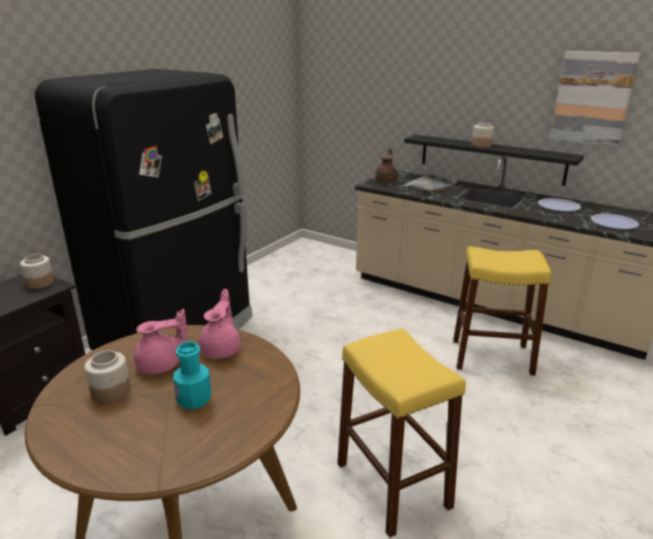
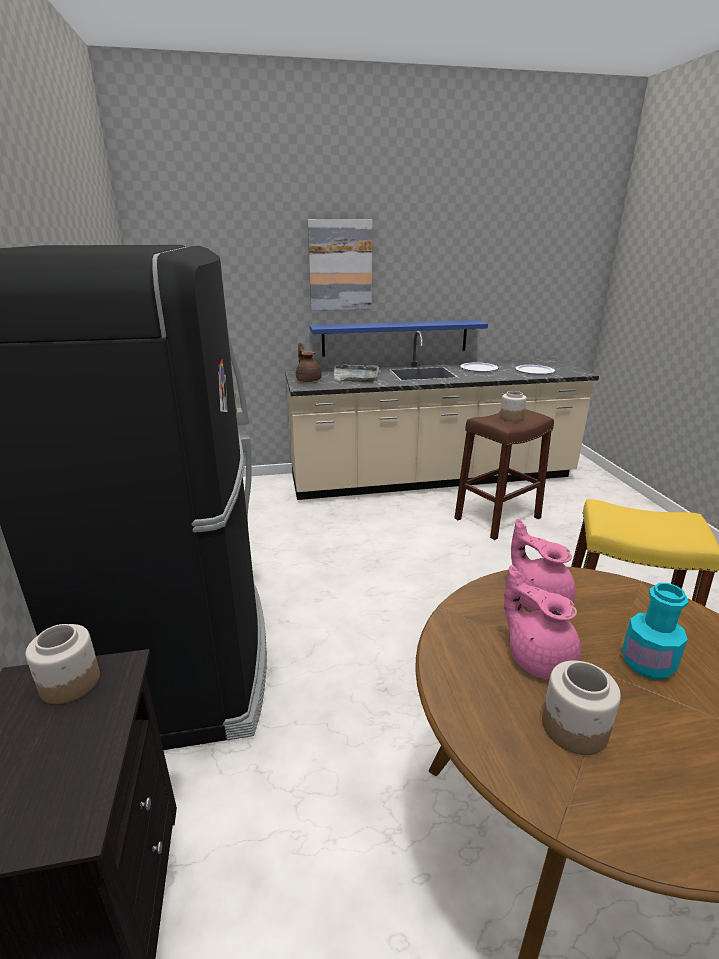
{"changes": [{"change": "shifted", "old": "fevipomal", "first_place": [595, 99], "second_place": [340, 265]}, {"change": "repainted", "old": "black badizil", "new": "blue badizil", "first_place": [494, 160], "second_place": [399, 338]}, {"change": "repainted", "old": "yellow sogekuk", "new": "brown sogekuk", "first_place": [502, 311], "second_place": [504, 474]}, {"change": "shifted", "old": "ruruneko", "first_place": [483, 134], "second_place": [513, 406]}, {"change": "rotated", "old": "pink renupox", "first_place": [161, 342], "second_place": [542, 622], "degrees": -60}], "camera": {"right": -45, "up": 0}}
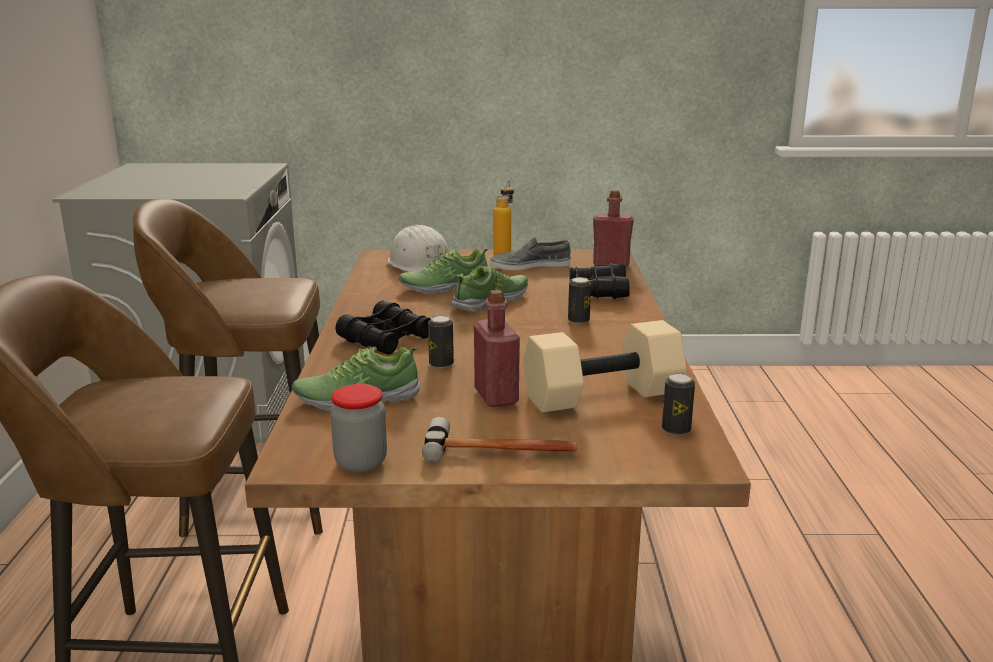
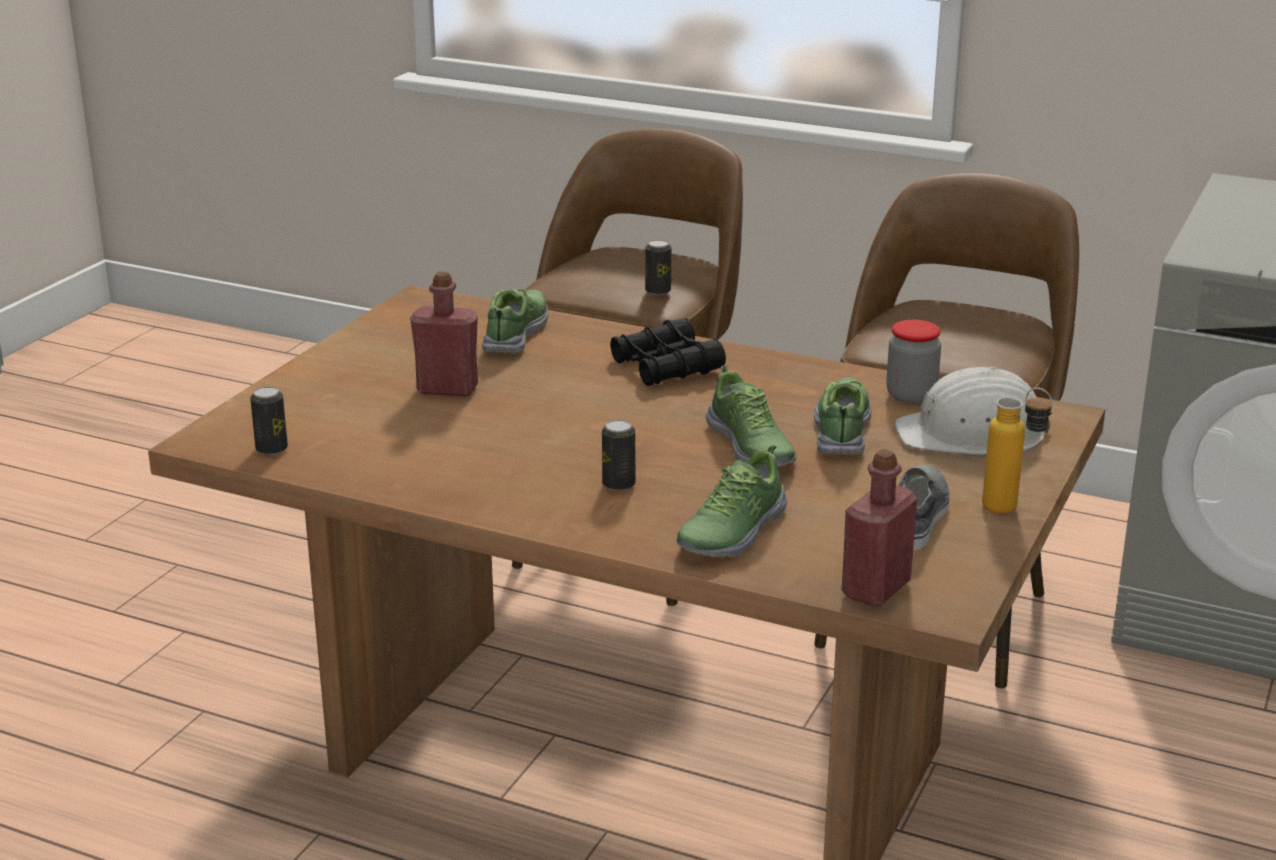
{"changes": [{"change": "shifted", "old": "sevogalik", "first_place": [441, 341], "second_place": [658, 267]}, {"change": "swapped", "old": "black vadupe", "new": "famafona", "first_place": [599, 281], "second_place": [731, 501]}, {"change": "shifted", "old": "ruruneko", "first_place": [358, 428], "second_place": [913, 362]}, {"change": "gone", "old": "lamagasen", "first_place": [499, 439]}, {"change": "gone", "old": "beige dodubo", "first_place": [605, 366]}], "camera": {"right": 115, "up": 5}}
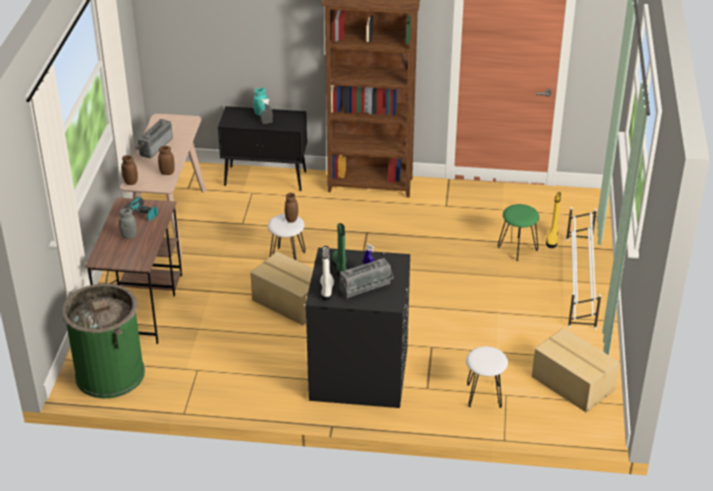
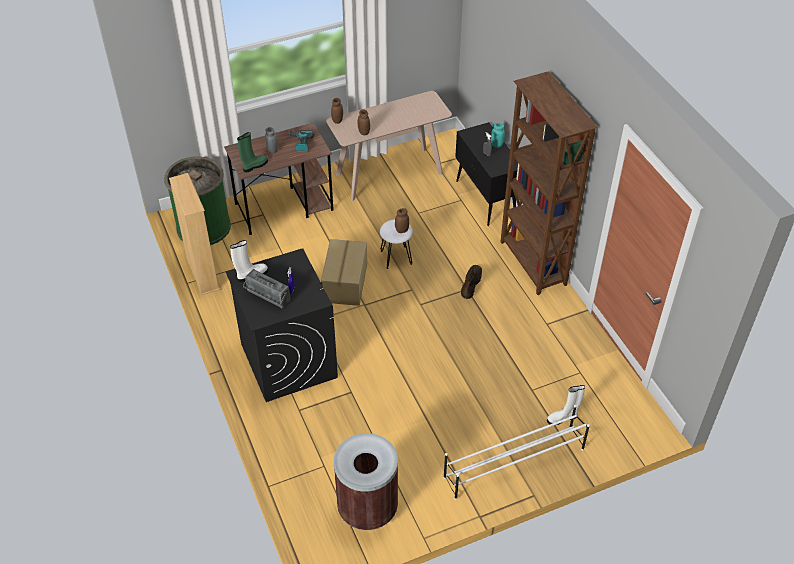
{"changes": [{"change": "new", "new": "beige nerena", "second_place": [194, 234]}, {"change": "shifted", "old": "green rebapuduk", "first_place": [339, 250], "second_place": [252, 152]}, {"change": "swapped", "old": "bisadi", "new": "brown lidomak", "first_place": [575, 370], "second_place": [366, 481]}, {"change": "new", "new": "brown rebapuduk", "second_place": [471, 282]}, {"change": "repainted", "old": "yellow rebapuduk", "new": "white rebapuduk", "first_place": [553, 220], "second_place": [566, 405]}, {"change": "gone", "old": "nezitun", "first_place": [154, 138]}, {"change": "gone", "old": "white sogekuk", "first_place": [487, 377]}, {"change": "gone", "old": "green sogekuk", "first_place": [518, 232]}], "camera": {"right": 60, "up": 10}}
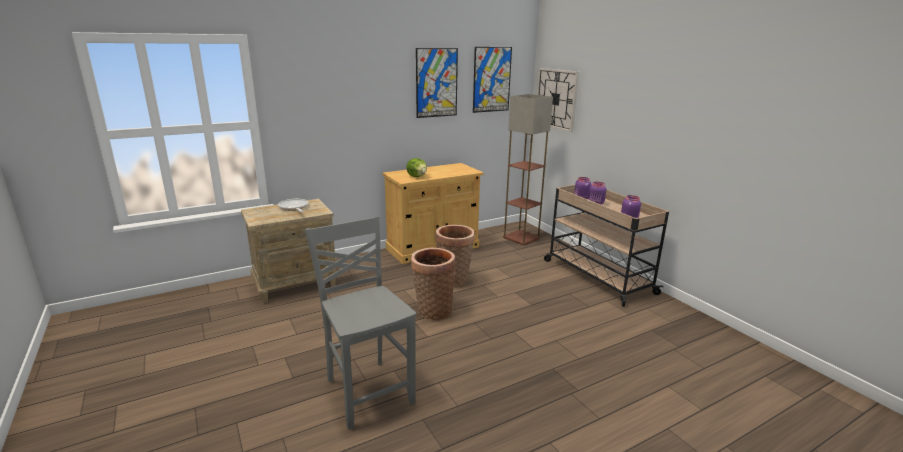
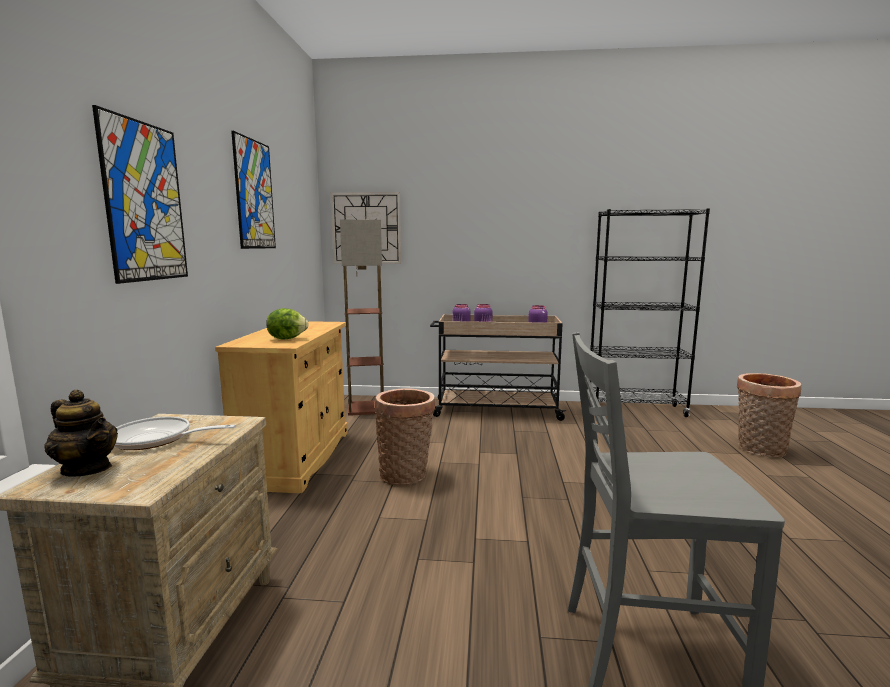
{"changes": [{"change": "new", "new": "renupox", "second_place": [81, 433]}, {"change": "shifted", "old": "fevipomal", "first_place": [492, 80], "second_place": [140, 194]}, {"change": "new", "new": "black nerena", "second_place": [650, 312]}, {"change": "shifted", "old": "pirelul", "first_place": [433, 284], "second_place": [769, 415]}], "camera": {"right": -55, "up": -10}}
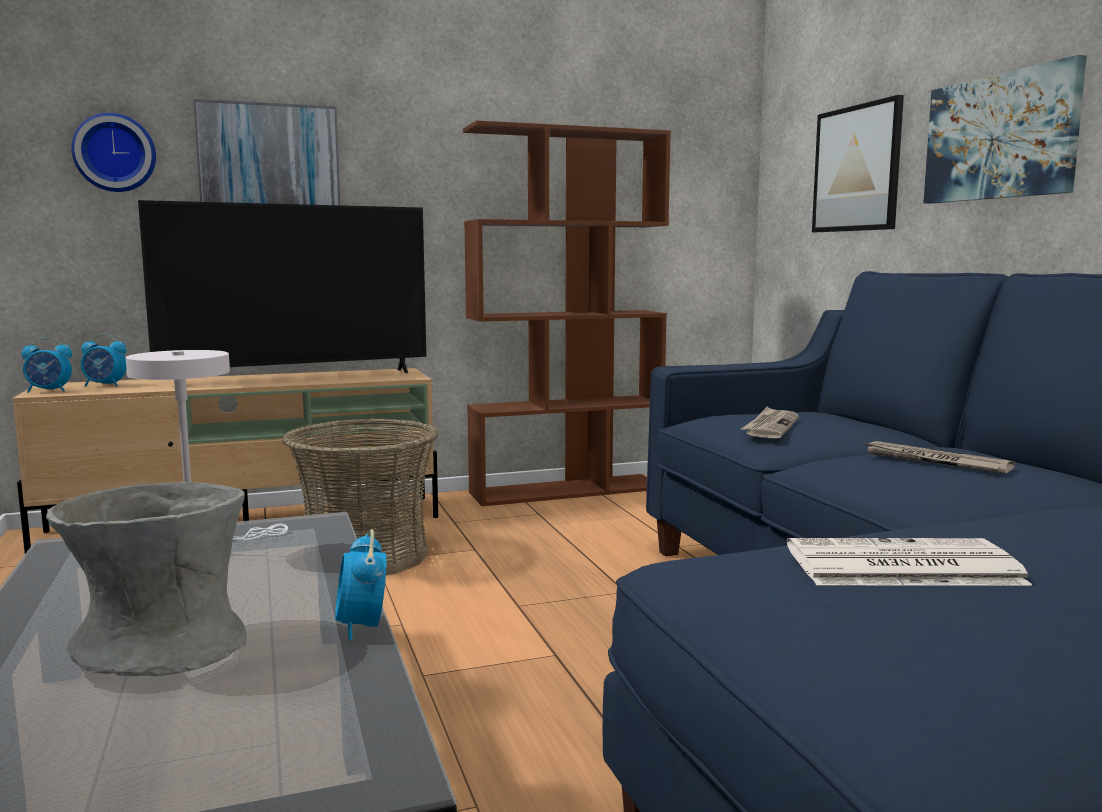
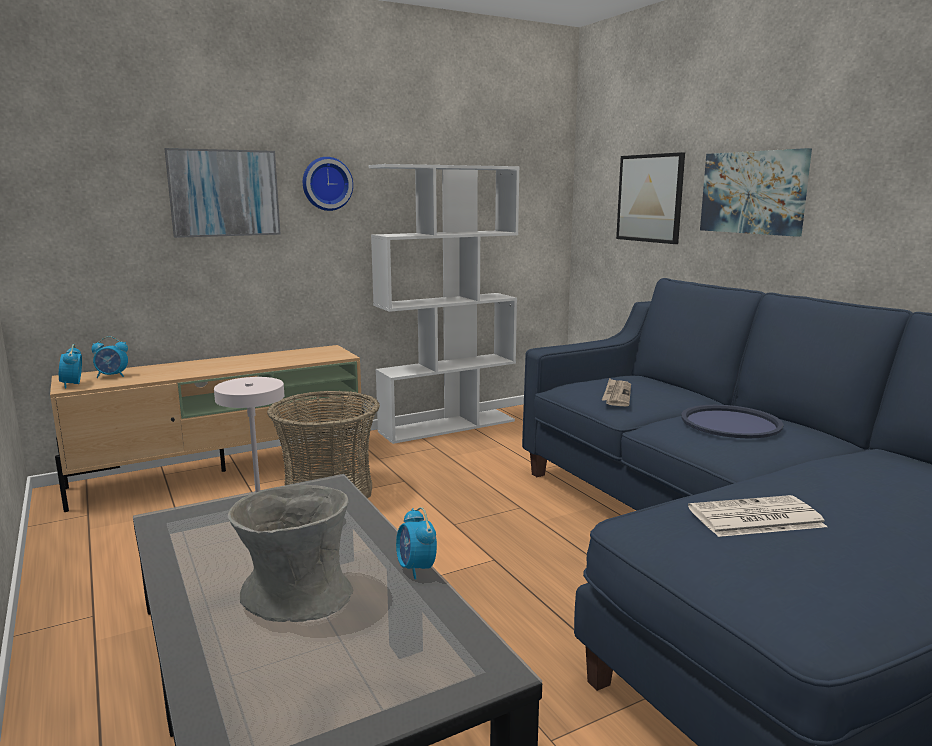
{"changes": [{"change": "rotated", "old": "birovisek", "first_place": [47, 365], "second_place": [70, 366], "degrees": 90}, {"change": "shifted", "old": "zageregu", "first_place": [114, 152], "second_place": [328, 184]}, {"change": "repainted", "old": "brown nerena", "new": "white nerena", "first_place": [567, 313], "second_place": [444, 304]}, {"change": "swapped", "old": "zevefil", "new": "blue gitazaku", "first_place": [938, 457], "second_place": [732, 422]}, {"change": "gone", "old": "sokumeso", "first_place": [282, 286]}], "camera": {"right": -10, "up": 5}}
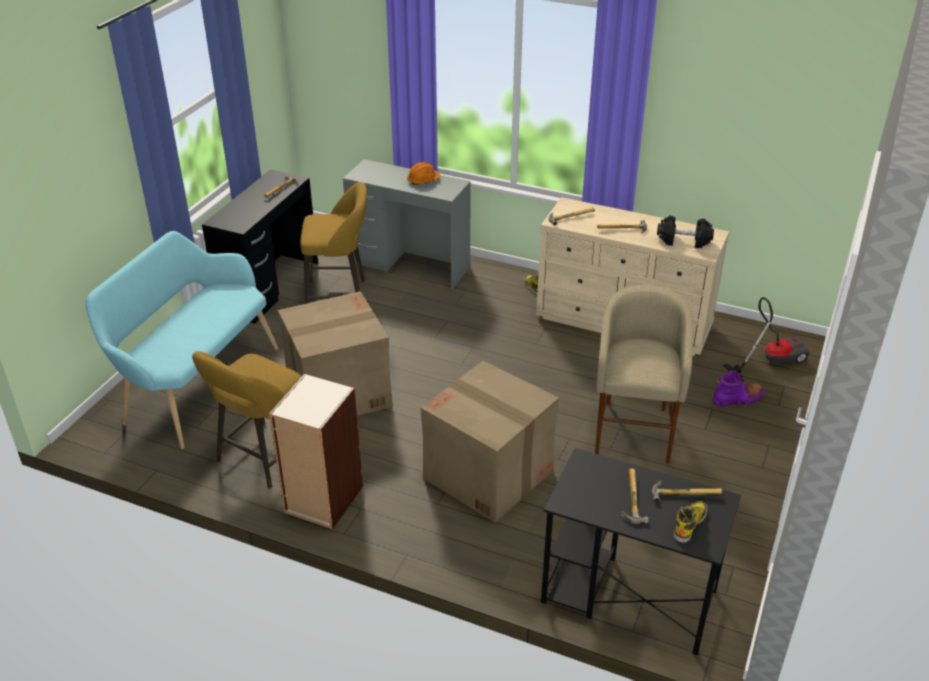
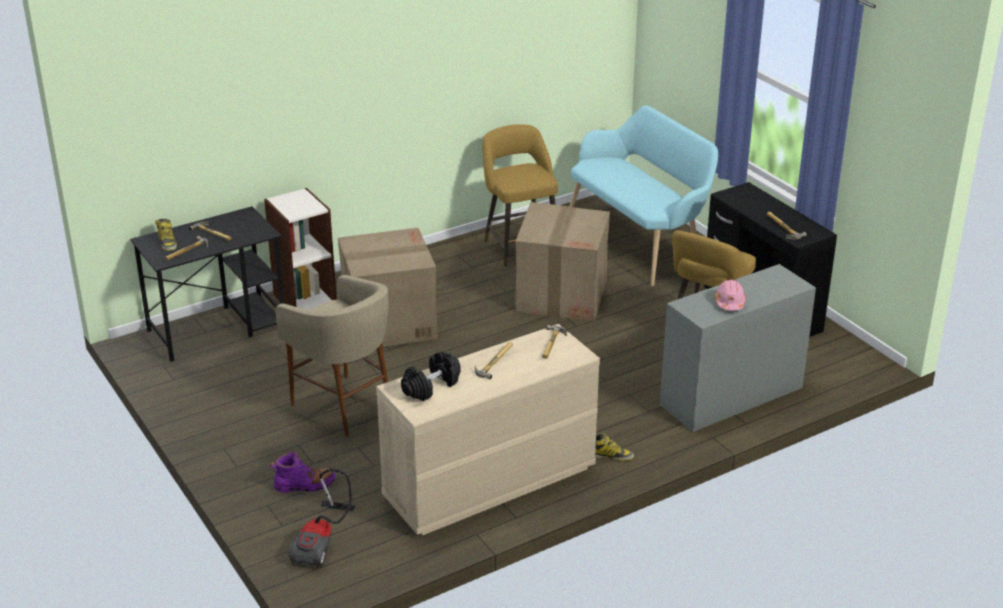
{"changes": [{"change": "shifted", "old": "nerena", "first_place": [316, 452], "second_place": [300, 249]}, {"change": "rotated", "old": "purple rebapuduk", "first_place": [738, 388], "second_place": [303, 472], "degrees": -120}, {"change": "repainted", "old": "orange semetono", "new": "pink semetono", "first_place": [423, 173], "second_place": [730, 295]}], "camera": {"right": 125, "up": -5}}
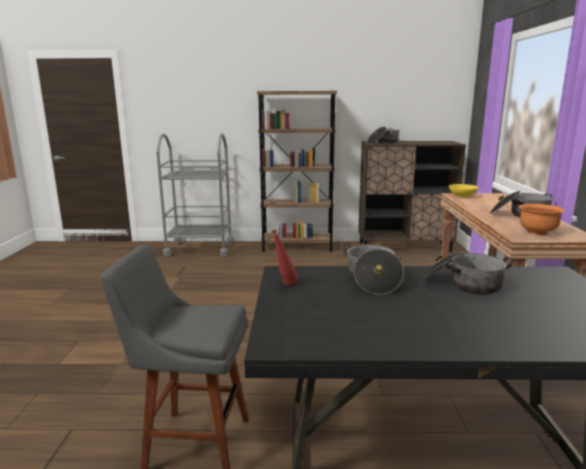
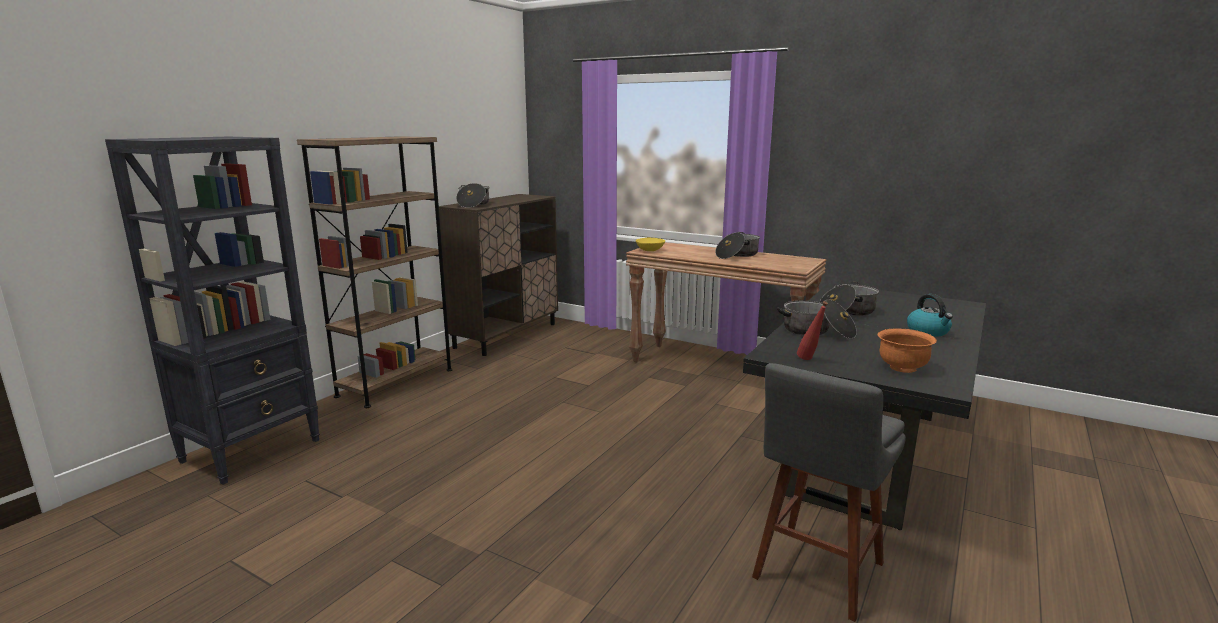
{"changes": [{"change": "swapped", "old": "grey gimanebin", "new": "black nerena", "first_place": [195, 195], "second_place": [212, 311]}, {"change": "shifted", "old": "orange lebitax", "first_place": [541, 219], "second_place": [907, 350]}, {"change": "new", "new": "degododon", "second_place": [930, 315]}], "camera": {"right": -60, "up": 0}}
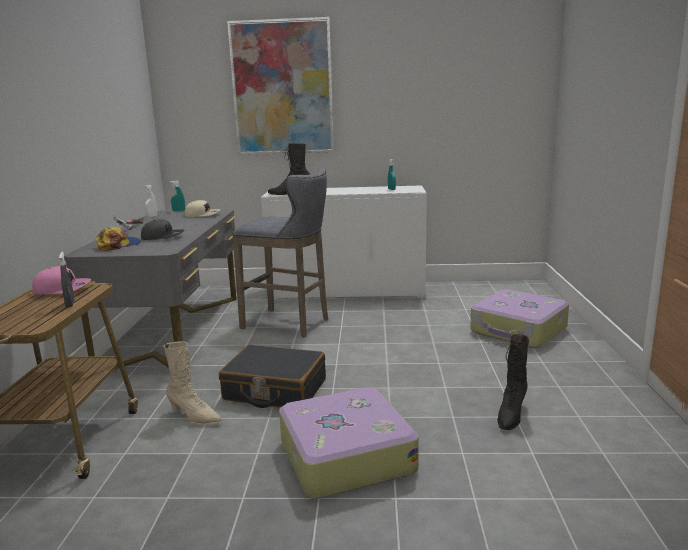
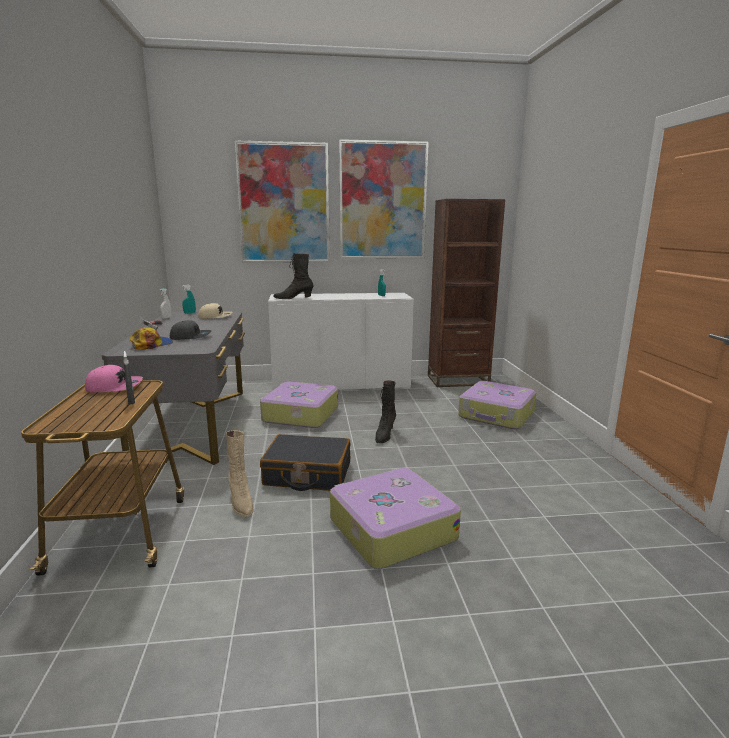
{"changes": [{"change": "rotated", "old": "beige rebapuduk", "first_place": [193, 383], "second_place": [240, 473], "degrees": 45}, {"change": "swapped", "old": "grey sogekuk", "new": "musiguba", "first_place": [280, 253], "second_place": [299, 405]}, {"change": "new", "new": "fevipomal", "second_place": [384, 199]}, {"change": "shifted", "old": "black rebapuduk", "first_place": [513, 382], "second_place": [385, 411]}, {"change": "new", "new": "brown nerena", "second_place": [466, 293]}], "camera": {"right": -10, "up": 0}}
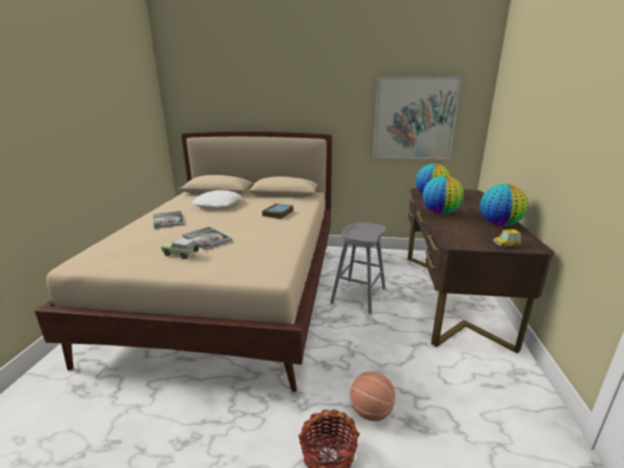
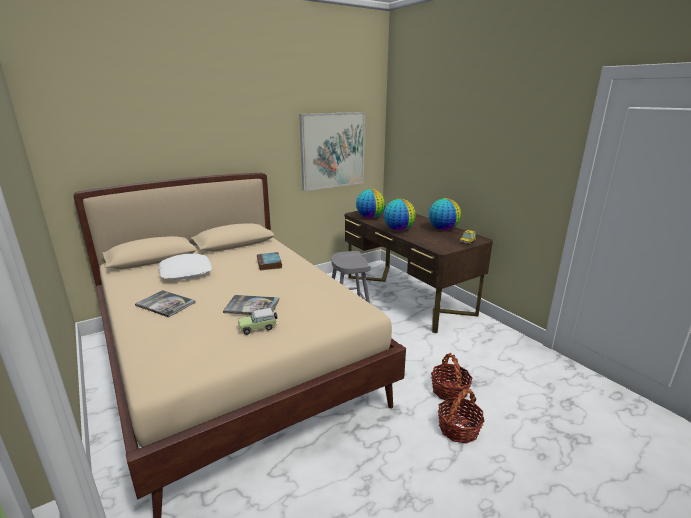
{"changes": [{"change": "swapped", "old": "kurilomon", "new": "pirelul", "first_place": [372, 396], "second_place": [452, 377]}], "camera": {"right": -40, "up": 0}}
